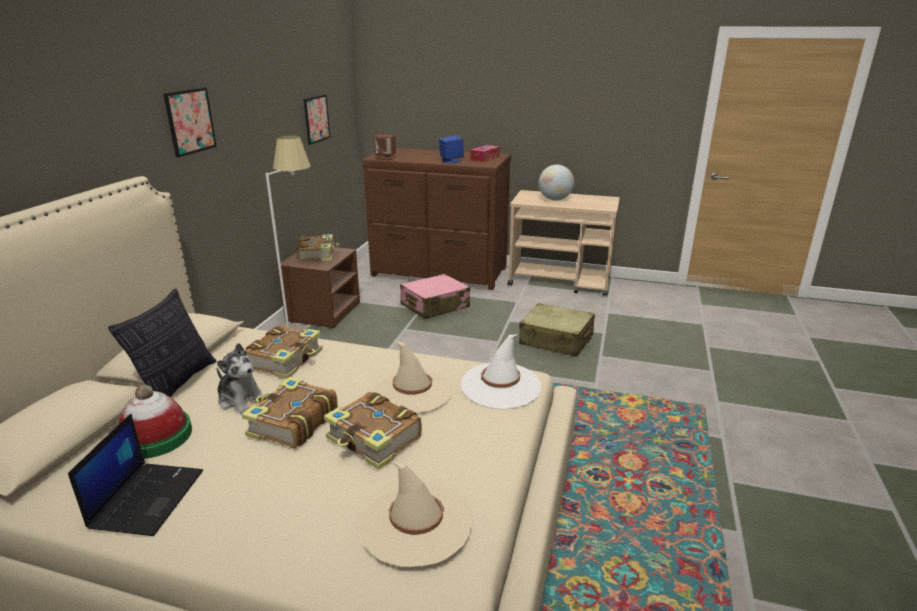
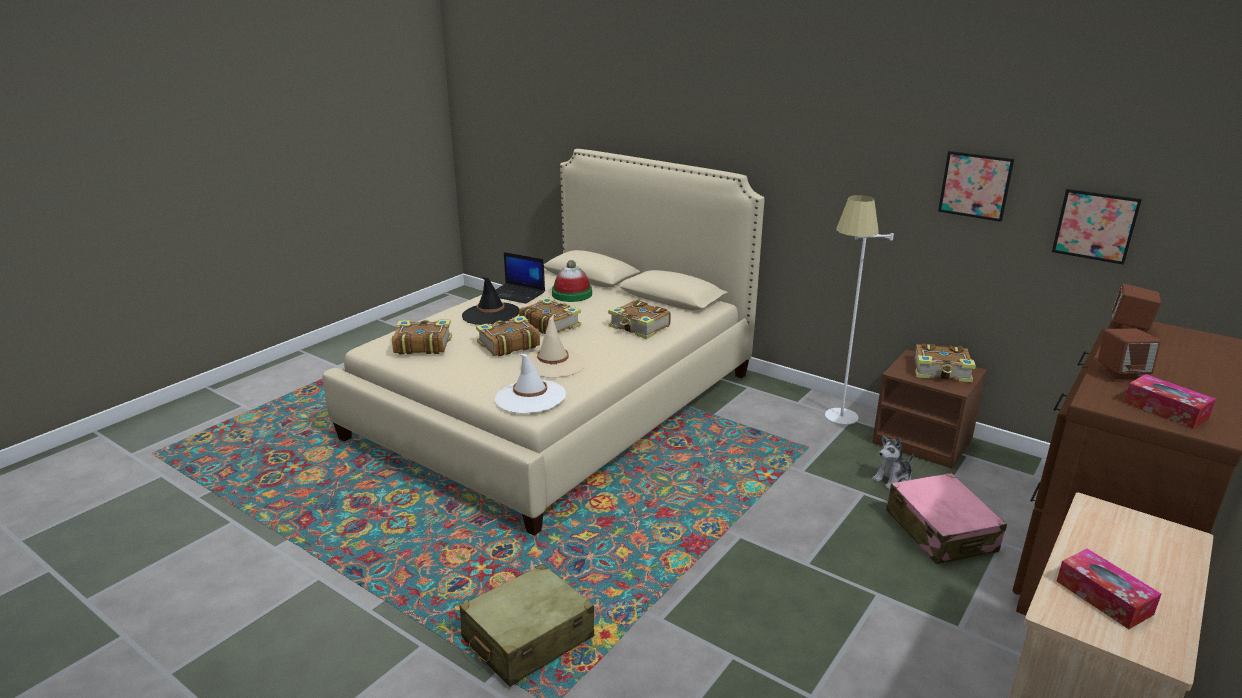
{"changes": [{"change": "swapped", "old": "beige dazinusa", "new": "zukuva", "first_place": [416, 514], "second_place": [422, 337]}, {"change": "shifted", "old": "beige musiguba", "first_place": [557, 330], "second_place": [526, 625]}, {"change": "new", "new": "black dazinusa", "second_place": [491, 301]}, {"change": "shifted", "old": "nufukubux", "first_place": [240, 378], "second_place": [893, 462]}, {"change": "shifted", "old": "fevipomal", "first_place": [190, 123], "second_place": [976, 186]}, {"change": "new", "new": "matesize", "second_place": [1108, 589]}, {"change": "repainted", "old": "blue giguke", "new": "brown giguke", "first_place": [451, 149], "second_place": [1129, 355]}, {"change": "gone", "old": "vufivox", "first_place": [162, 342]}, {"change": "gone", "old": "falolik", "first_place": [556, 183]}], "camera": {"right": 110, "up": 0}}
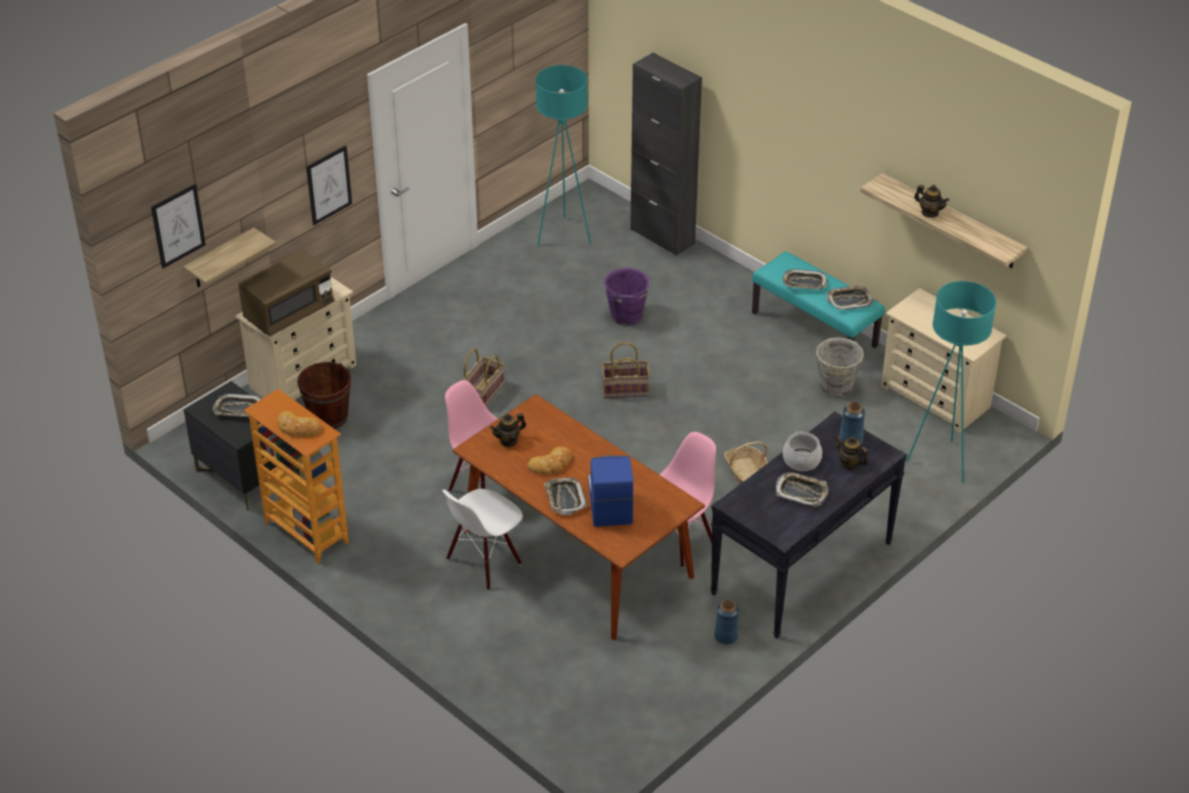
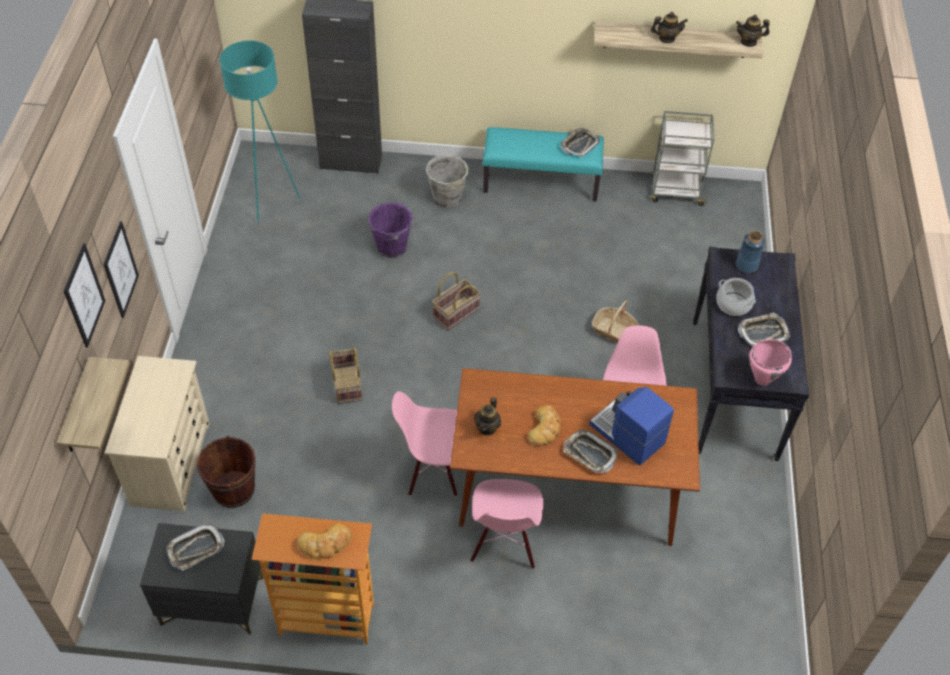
{"changes": [{"change": "shifted", "old": "fevipomal", "first_place": [178, 226], "second_place": [84, 295]}, {"change": "shifted", "old": "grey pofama", "first_place": [839, 367], "second_place": [448, 181]}, {"change": "repainted", "old": "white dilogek", "new": "pink dilogek", "first_place": [482, 540], "second_place": [506, 524]}, {"change": "swapped", "old": "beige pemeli", "new": "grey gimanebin", "first_place": [944, 360], "second_place": [682, 158]}, {"change": "shifted", "old": "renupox", "first_place": [852, 453], "second_place": [753, 31]}, {"change": "new", "new": "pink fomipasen", "second_place": [770, 362]}, {"change": "gone", "old": "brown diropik", "first_place": [286, 293]}, {"change": "gone", "old": "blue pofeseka", "first_place": [726, 622]}, {"change": "gone", "old": "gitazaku", "first_place": [805, 279]}, {"change": "gone", "old": "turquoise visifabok", "first_place": [951, 382]}], "camera": {"right": -40, "up": 10}}
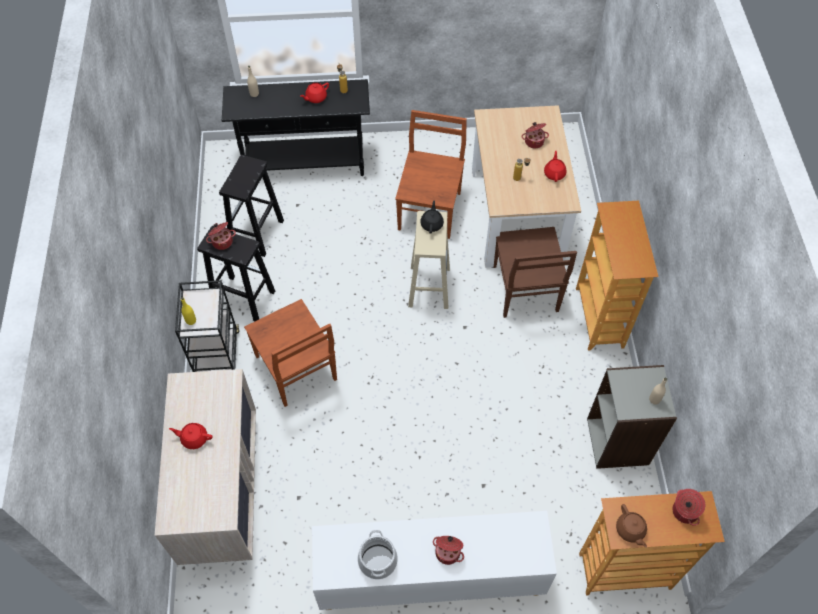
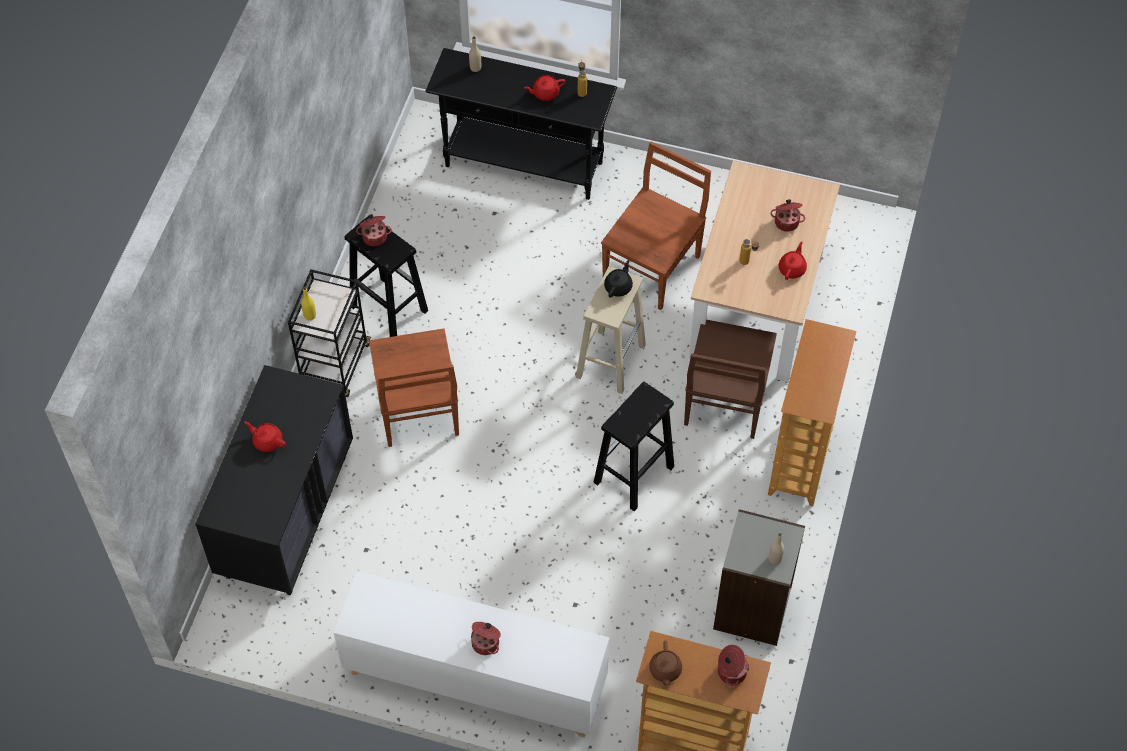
{"changes": [{"change": "repainted", "old": "beige pemeli", "new": "black pemeli", "first_place": [205, 467], "second_place": [274, 480]}, {"change": "shifted", "old": "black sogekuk", "first_place": [251, 206], "second_place": [633, 446]}, {"change": "gone", "old": "fomipasen", "first_place": [378, 554]}], "camera": {"right": 20, "up": 0}}
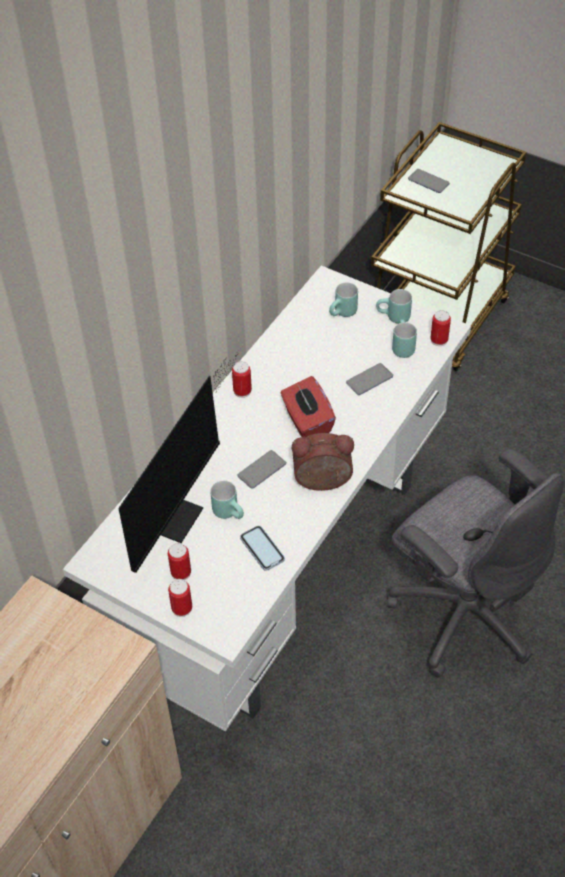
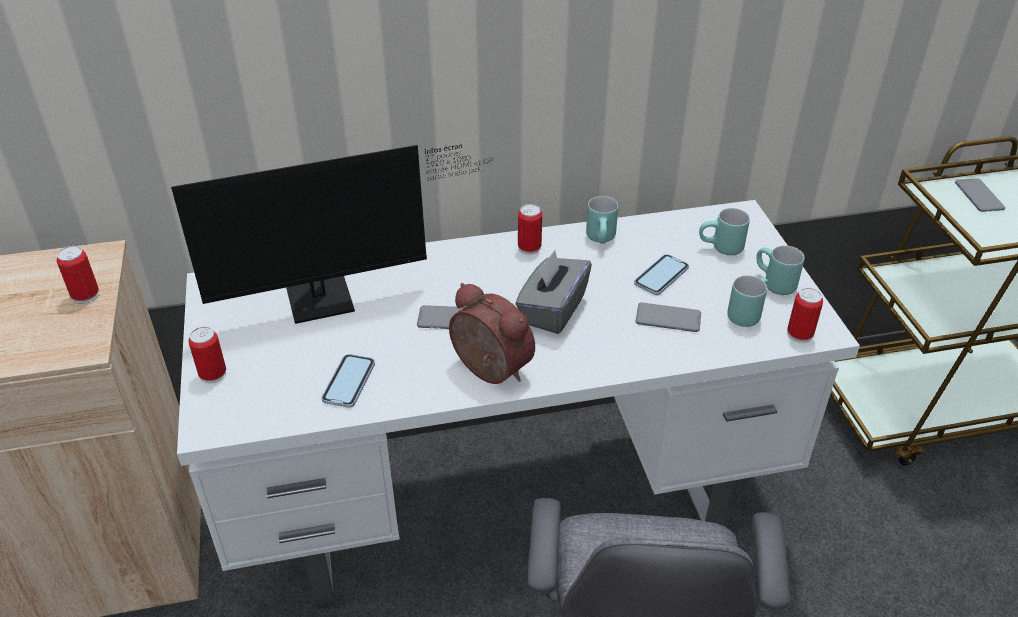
{"changes": [{"change": "shifted", "old": "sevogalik", "first_place": [179, 561], "second_place": [78, 275]}, {"change": "repainted", "old": "red matesize", "new": "grey matesize", "first_place": [308, 406], "second_place": [553, 292]}, {"change": "shifted", "old": "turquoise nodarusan", "first_place": [227, 500], "second_place": [602, 220]}, {"change": "new", "new": "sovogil", "second_place": [661, 274]}], "camera": {"right": 45, "up": -10}}
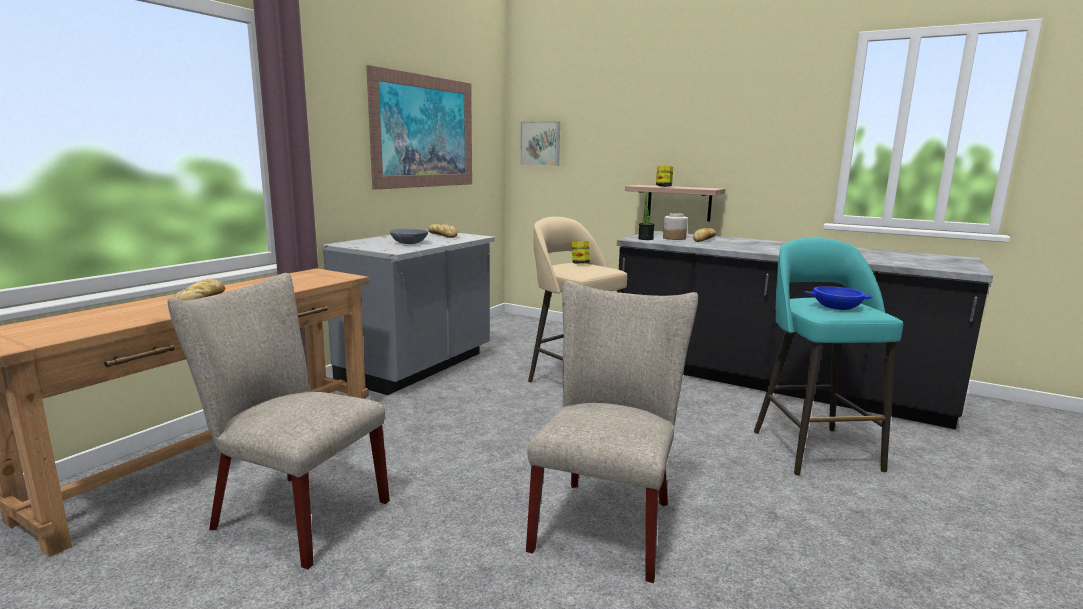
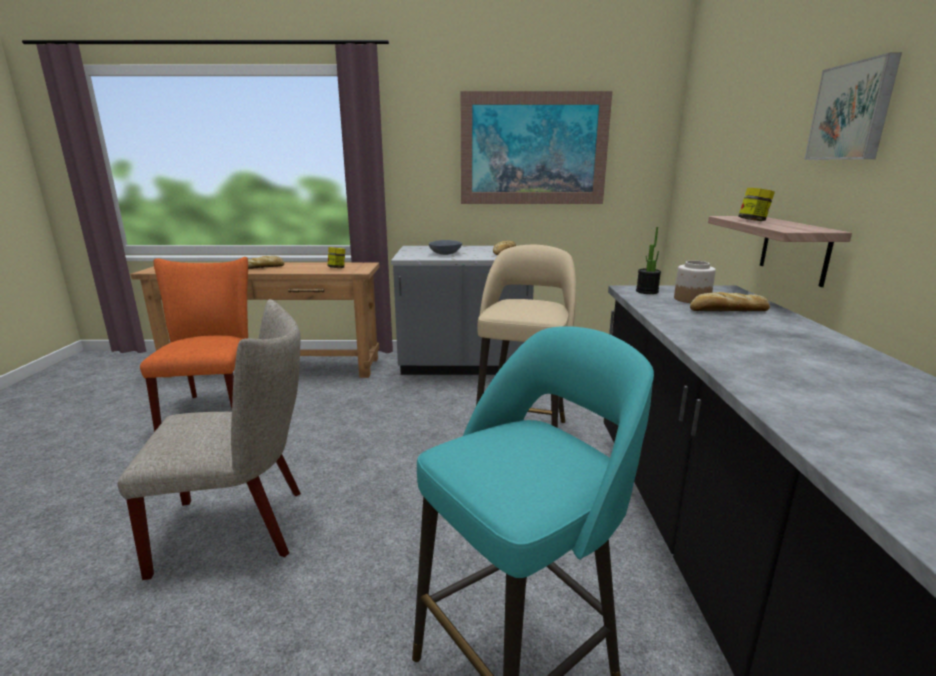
{"changes": [{"change": "repainted", "old": "beige dilogek", "new": "orange dilogek", "first_place": [278, 421], "second_place": [194, 344]}, {"change": "shifted", "old": "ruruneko", "first_place": [581, 252], "second_place": [336, 257]}, {"change": "shifted", "old": "fevipomal", "first_place": [540, 143], "second_place": [853, 106]}, {"change": "gone", "old": "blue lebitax", "first_place": [838, 298]}], "camera": {"right": 60, "up": 5}}
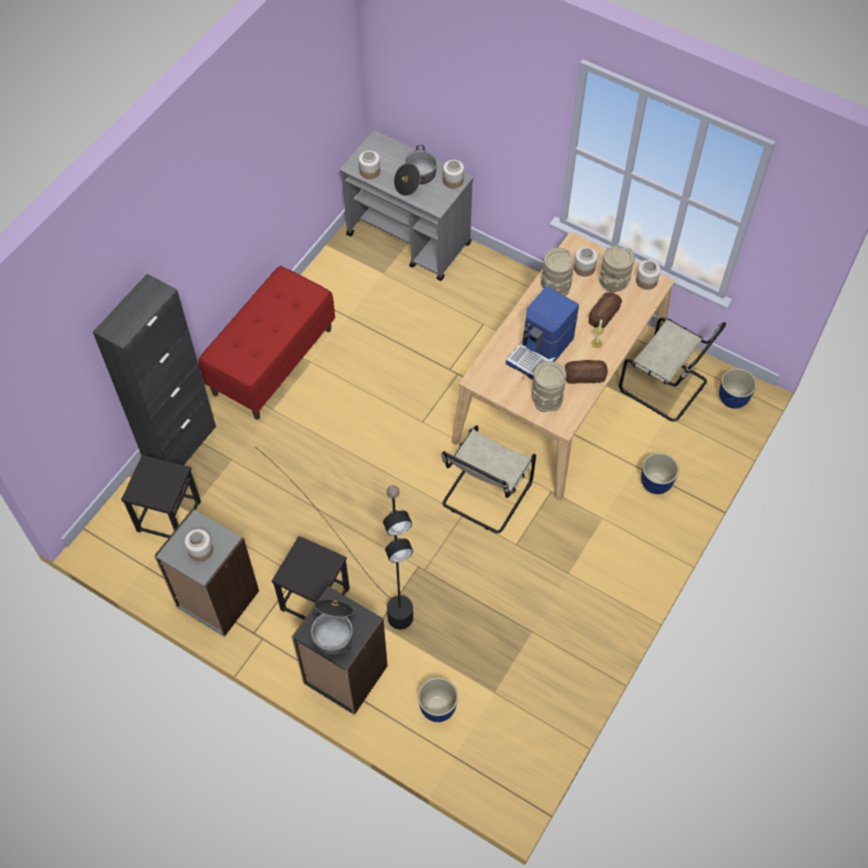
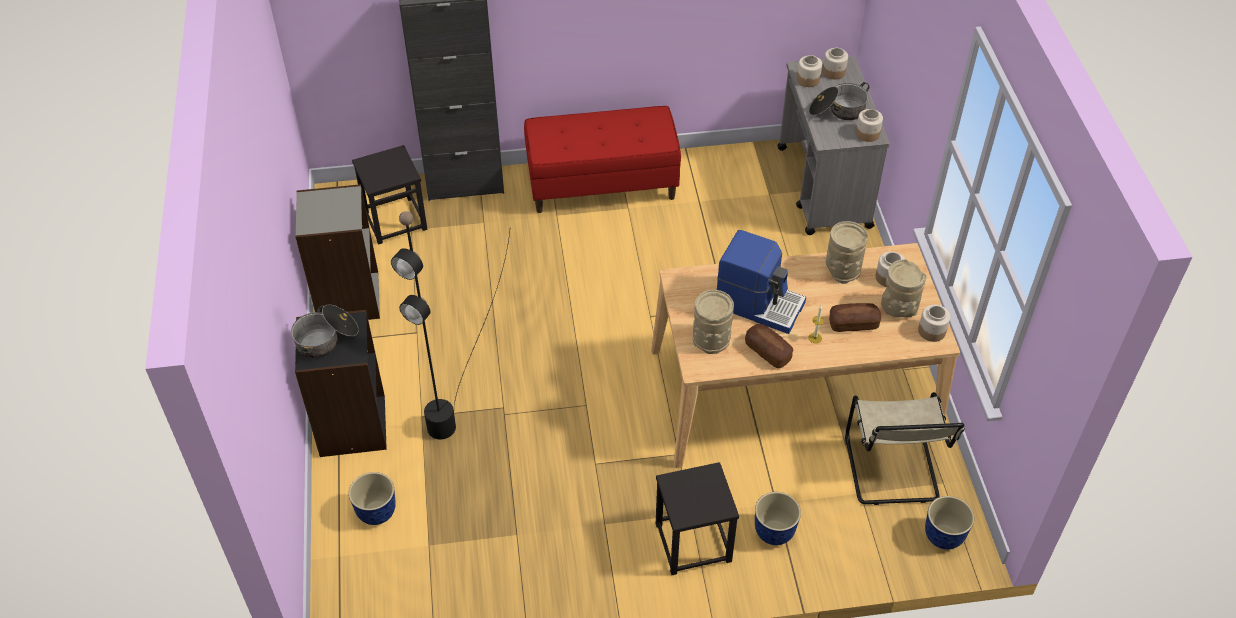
{"changes": [{"change": "shifted", "old": "black sogekuk", "first_place": [311, 577], "second_place": [697, 518]}, {"change": "rotated", "old": "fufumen", "first_place": [542, 333], "second_place": [761, 282], "degrees": -150}, {"change": "shifted", "old": "ruruneko", "first_place": [199, 545], "second_place": [835, 63]}, {"change": "gone", "old": "beige dilogek", "first_place": [488, 479]}], "camera": {"right": 50, "up": -10}}
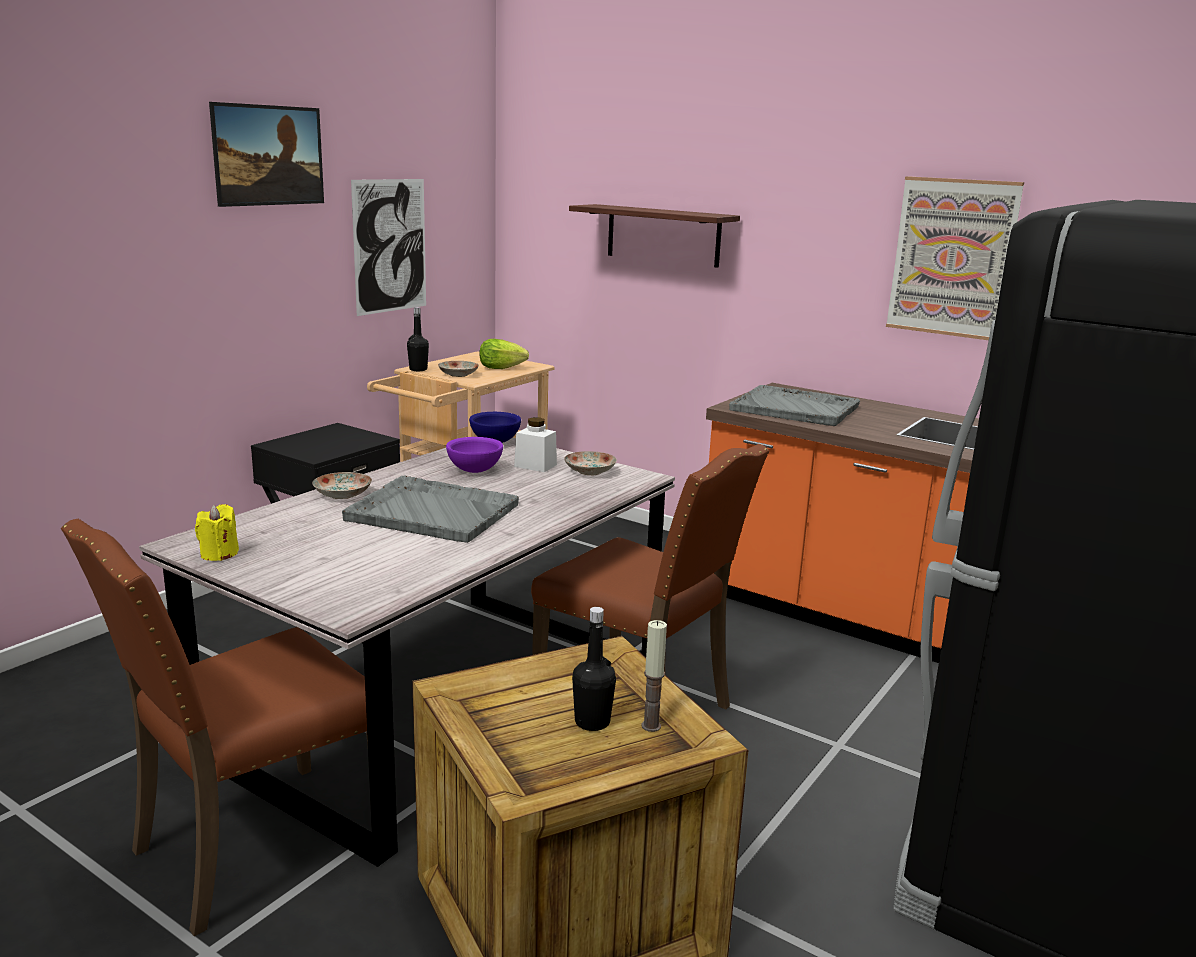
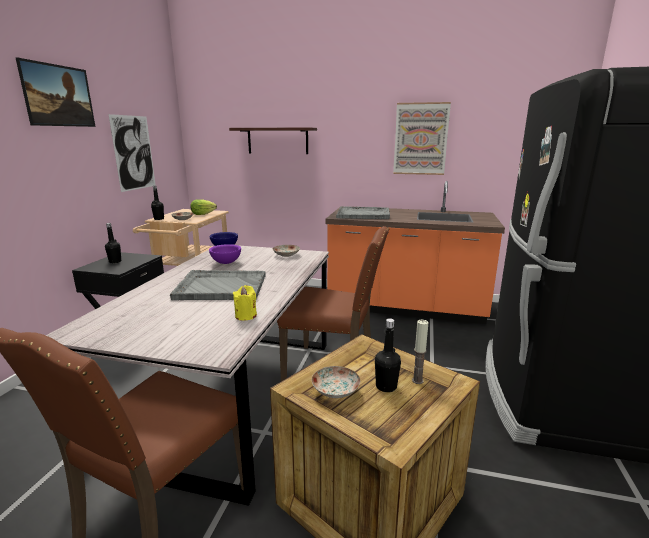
{"changes": [{"change": "new", "new": "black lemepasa", "second_place": [113, 243]}, {"change": "shifted", "old": "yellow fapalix", "first_place": [217, 532], "second_place": [245, 303]}, {"change": "shifted", "old": "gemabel", "first_place": [342, 485], "second_place": [335, 382]}, {"change": "gone", "old": "white ruruneko", "first_place": [535, 444]}], "camera": {"right": -20, "up": 0}}
